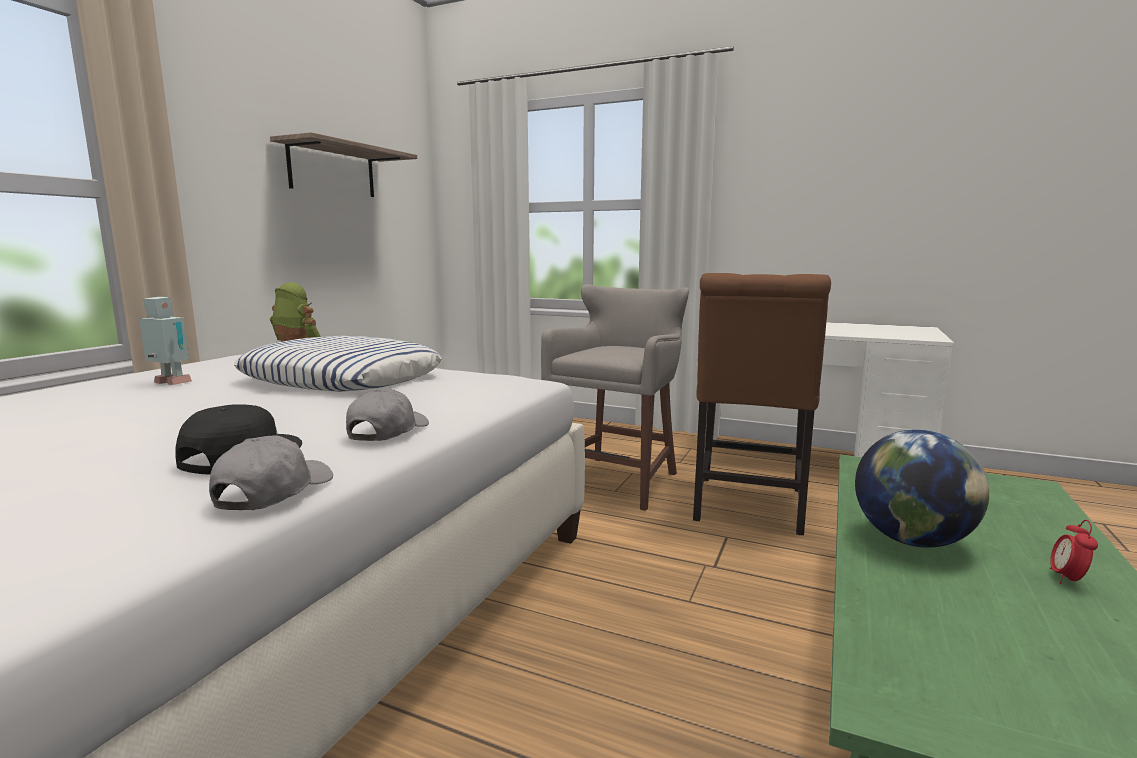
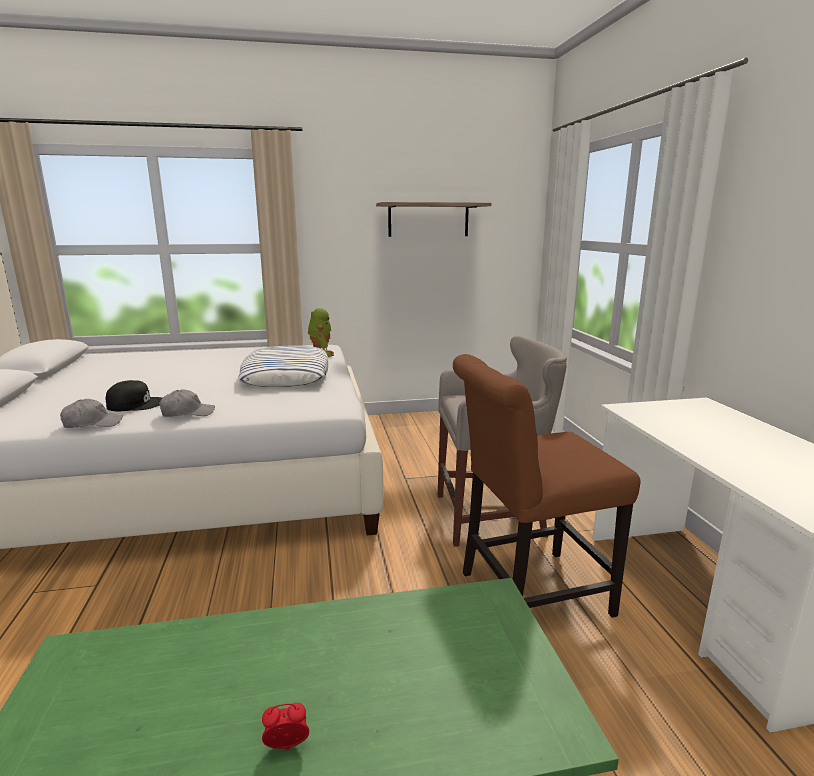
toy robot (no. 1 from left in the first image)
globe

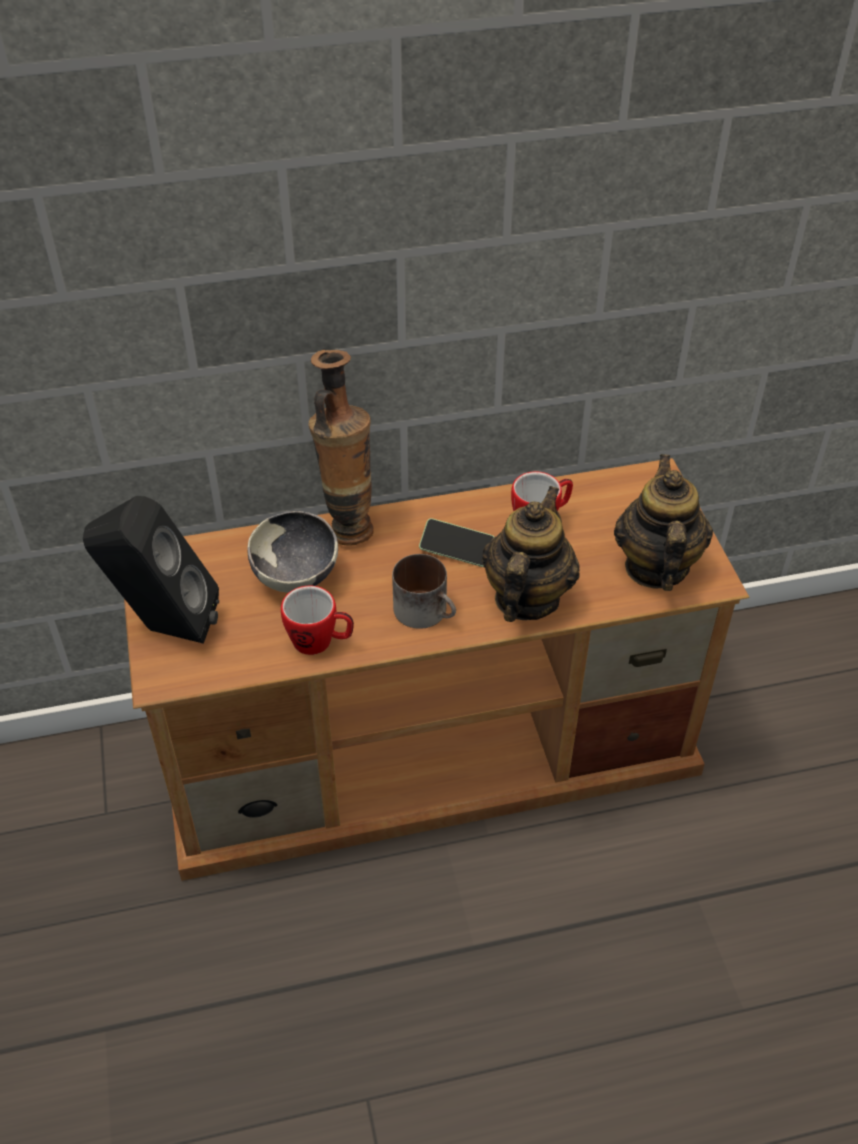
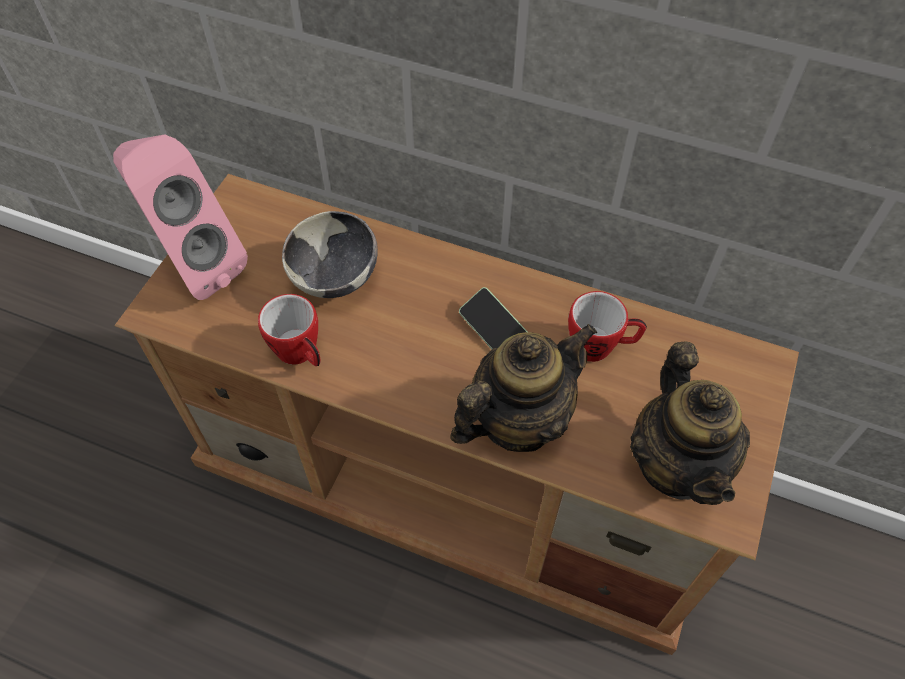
vase
pot for tea (no. 2 from left)
pink audio speaker
mug (no. 2 from left in the first image)

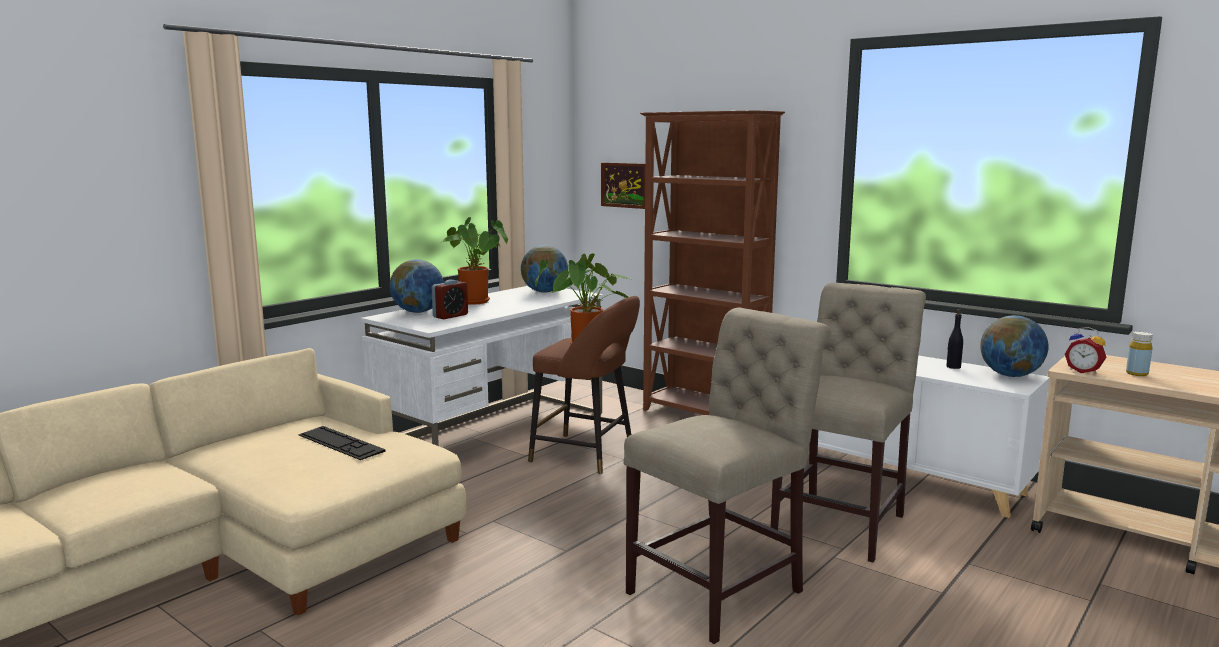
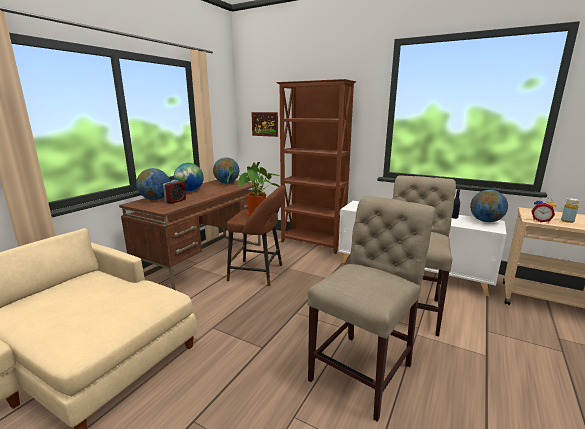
globe (no. 2 from left)
brown desk
PC keyboard

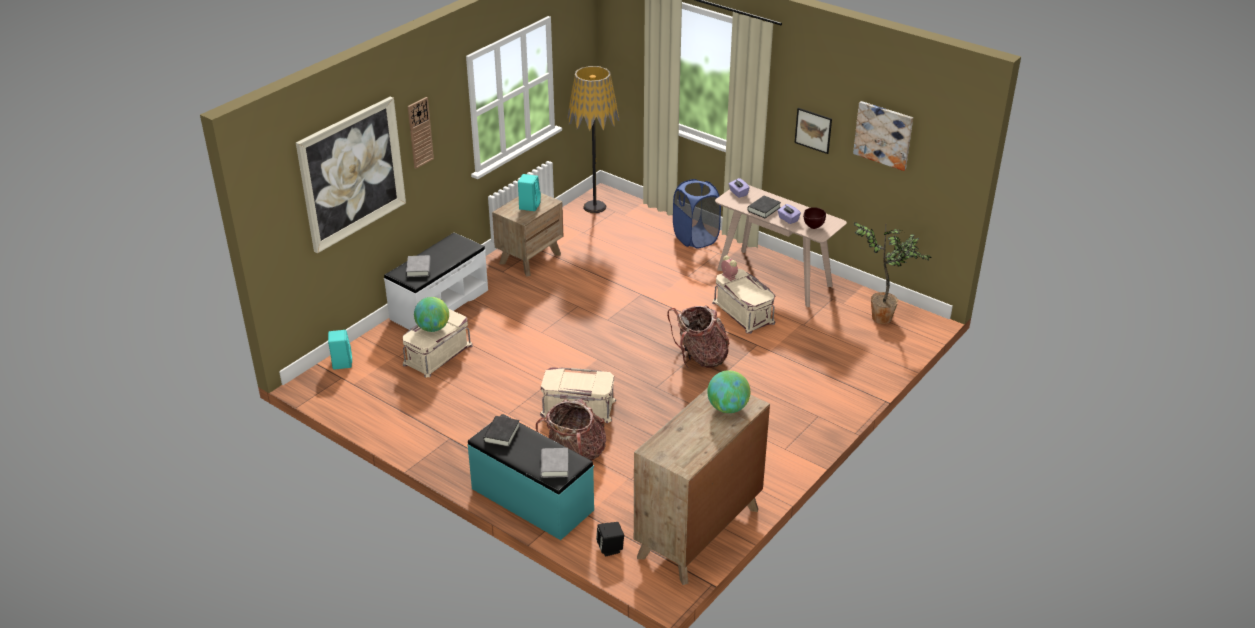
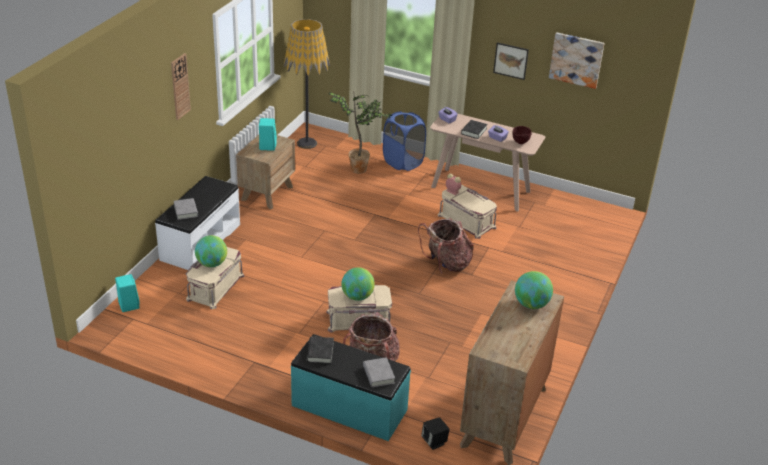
wall art (no. 1 from left in the first image)
potted plant
globe (no. 2 from left)

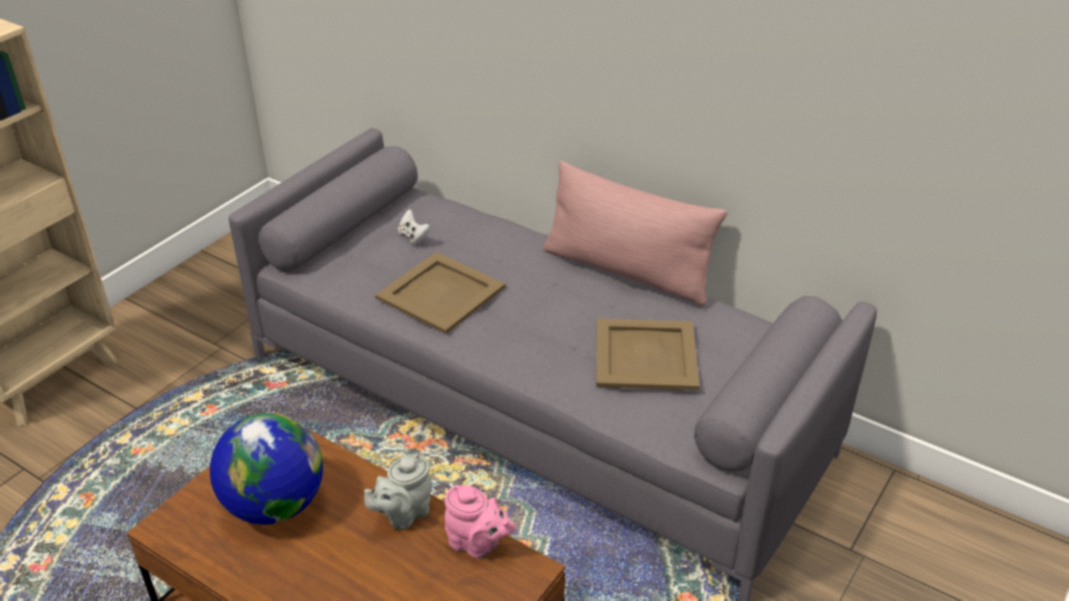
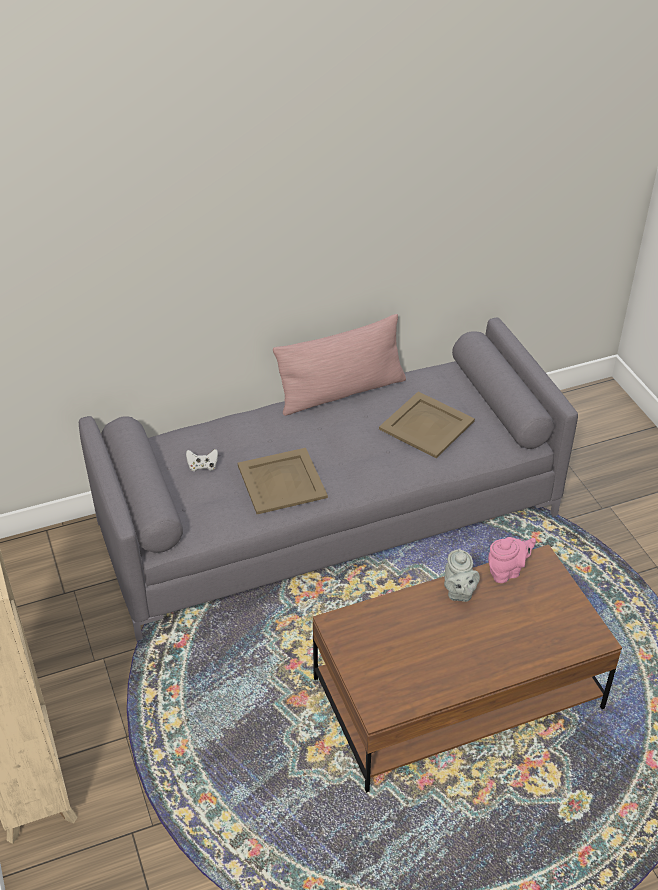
globe

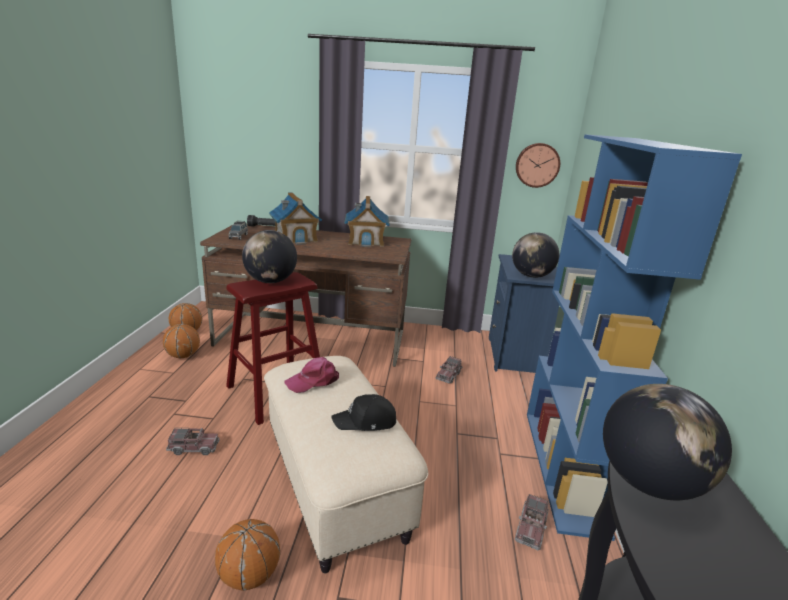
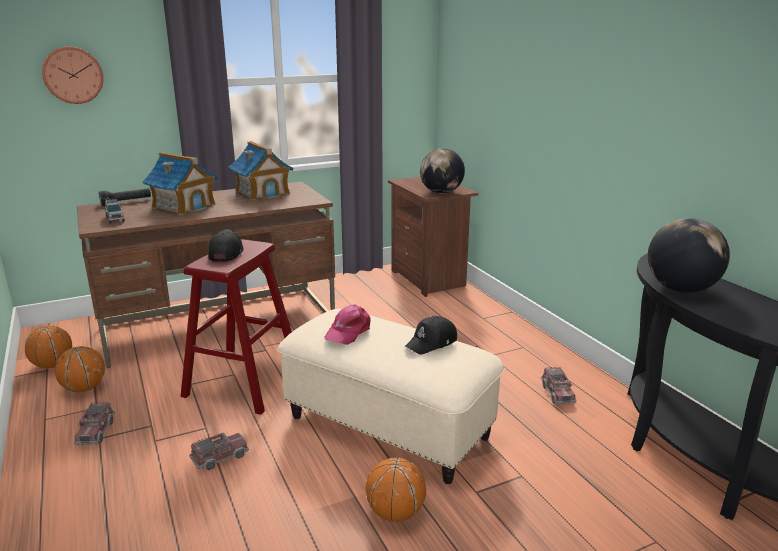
bluish bookcase
wall clock
black peaked cap (no. 1 from left)
brown nightstand
toy truck (no. 1 from left)

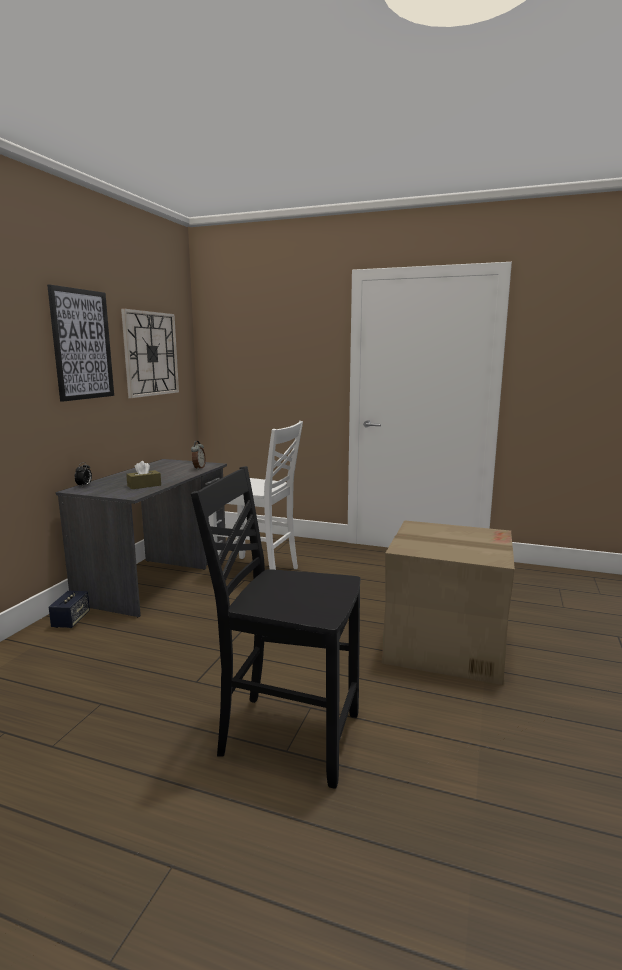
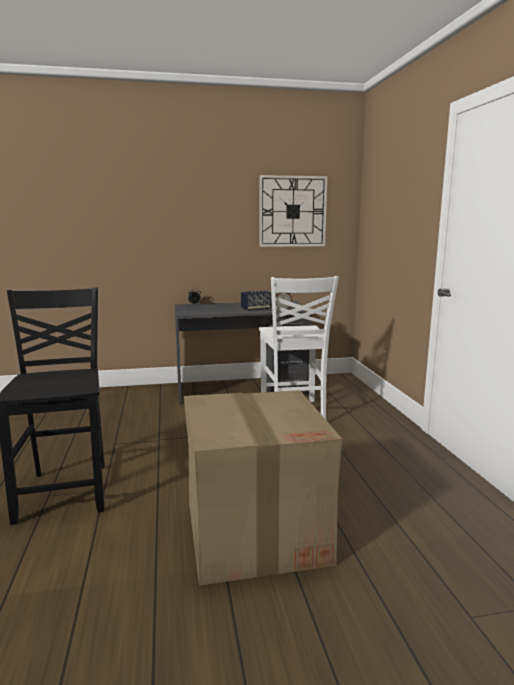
wall art
brown tissue box
audio speaker

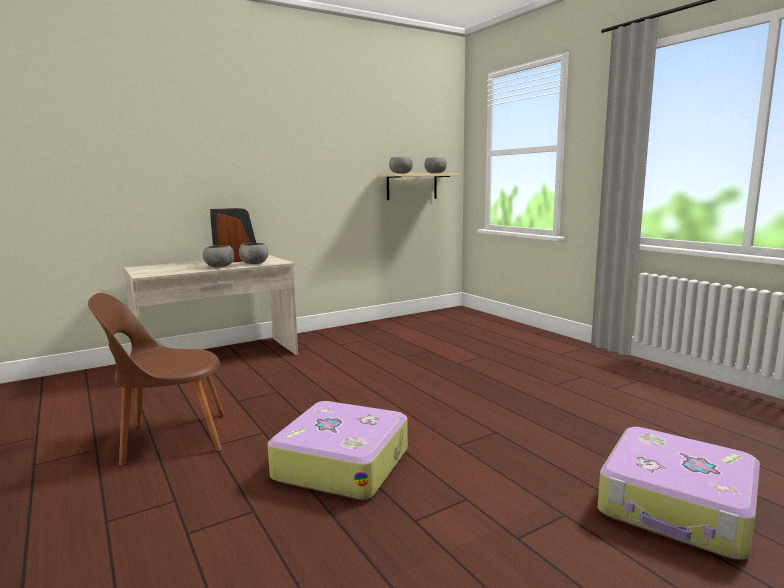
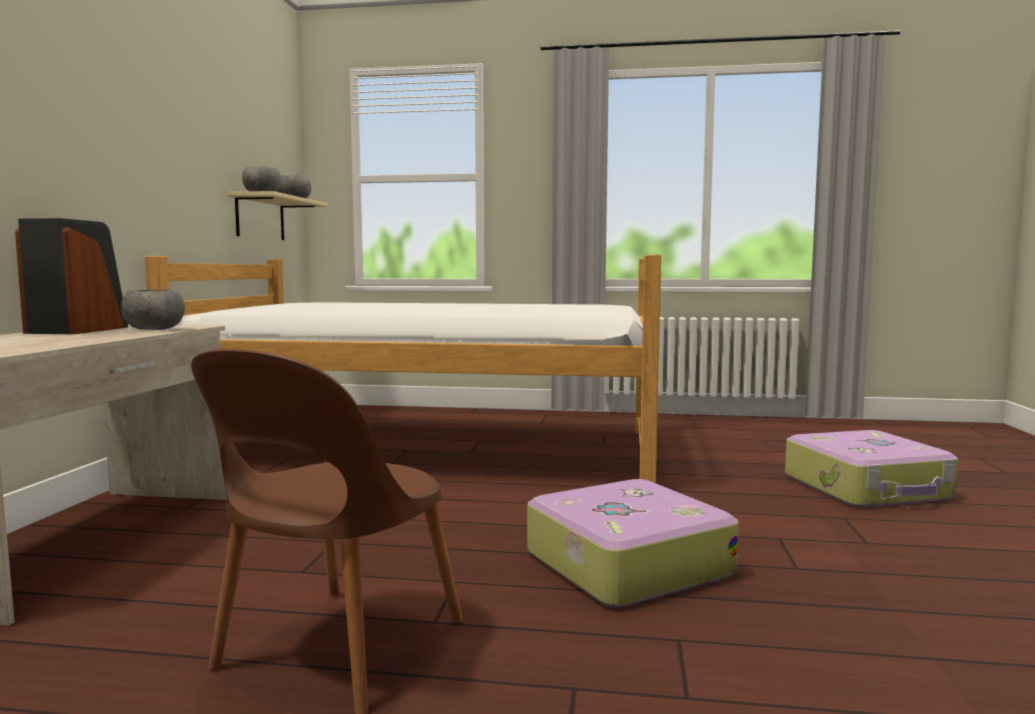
grey bowl (no. 1 from left in the first image)
bedroom bed

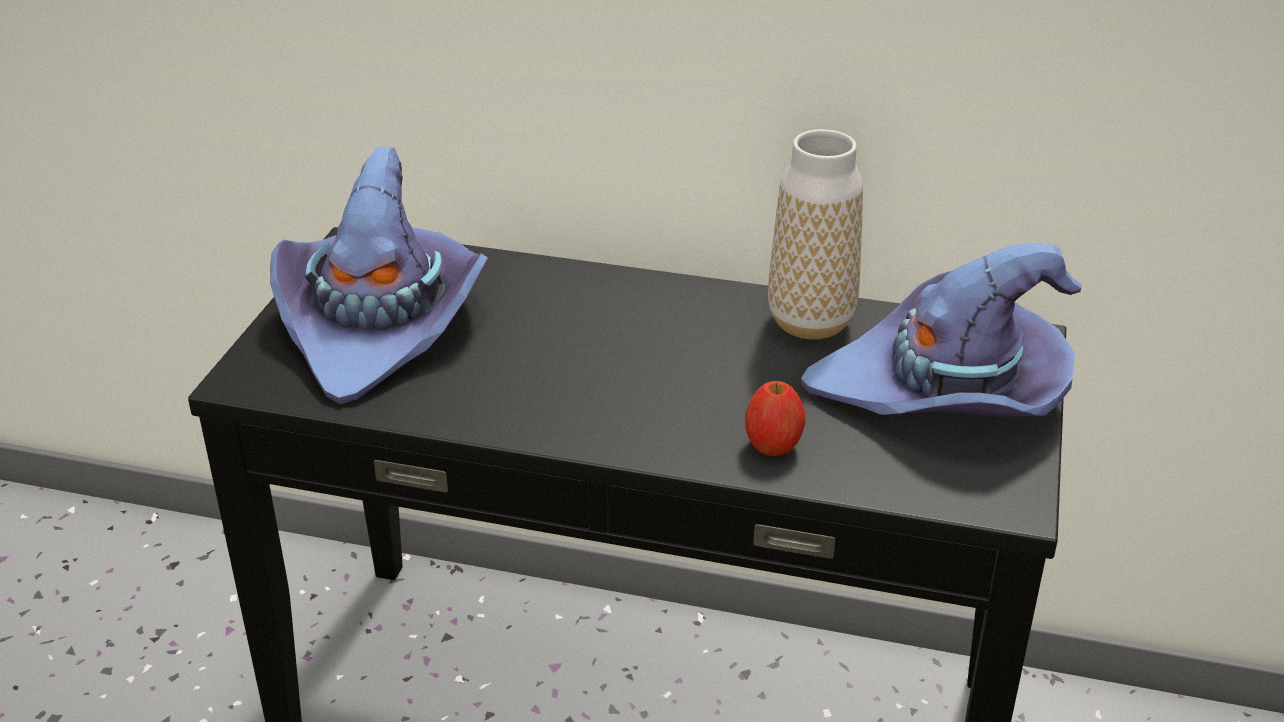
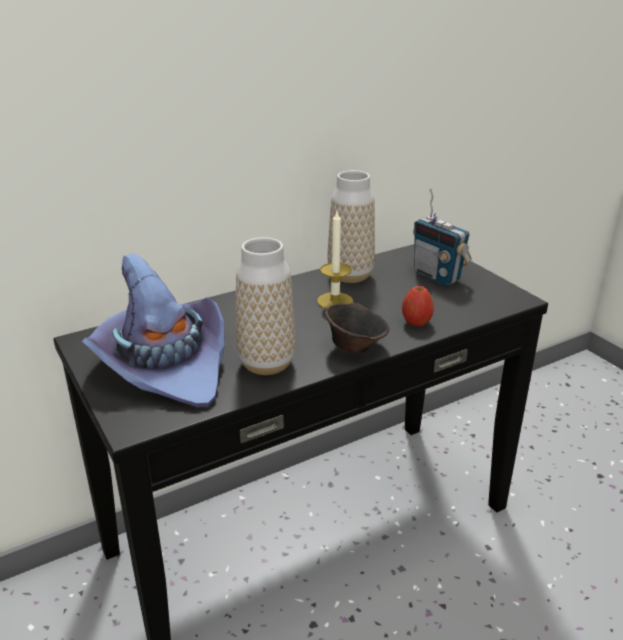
radio receiver
wax light
vase (no. 1 from left)
brown bowl

